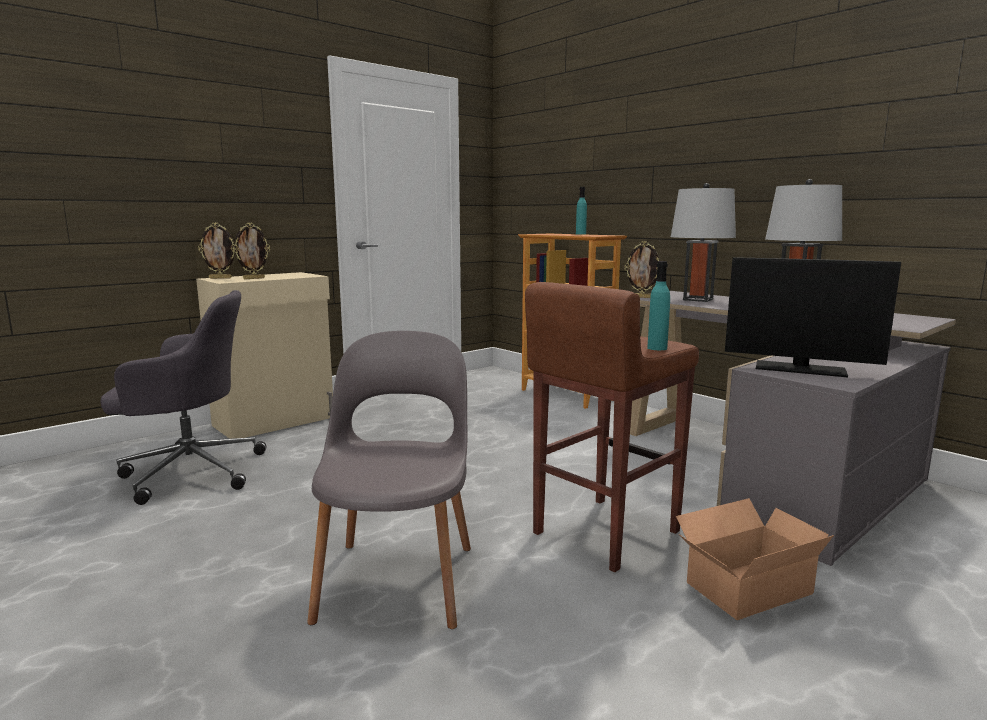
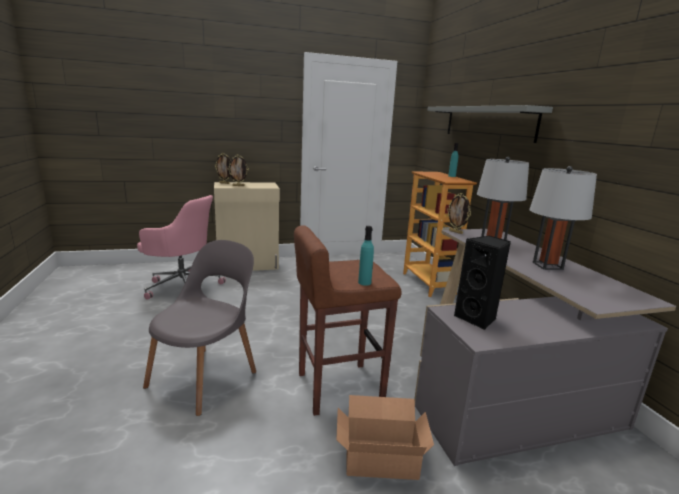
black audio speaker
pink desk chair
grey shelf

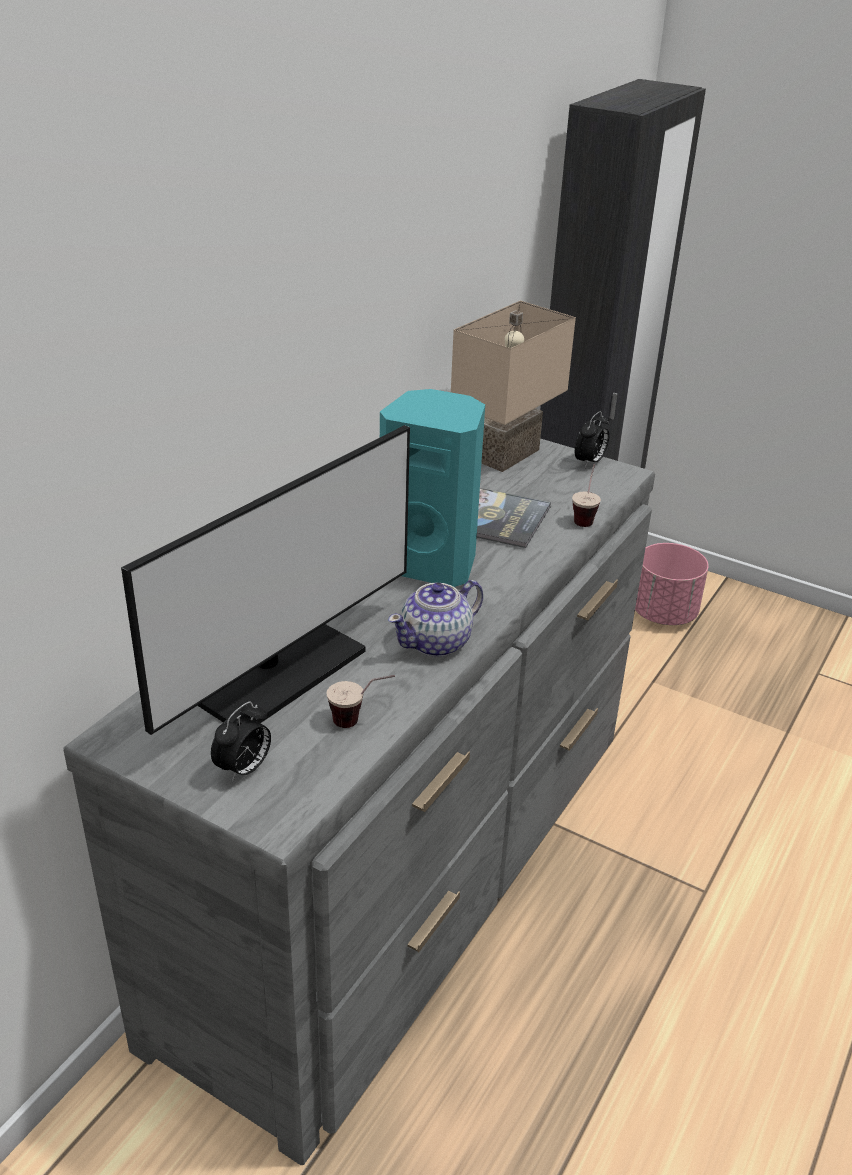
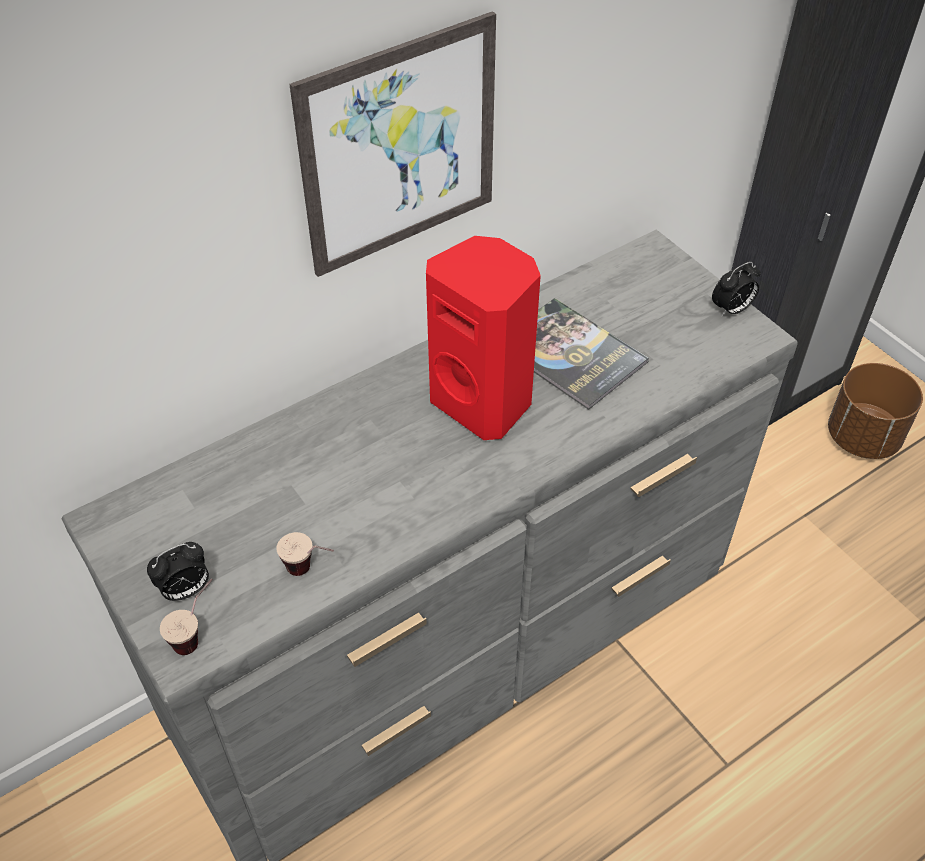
beige-coloured lamp for a table
reddish audio speaker
computer screen
small cup (no. 1 from left)
brown planter
pot for tea
wall art

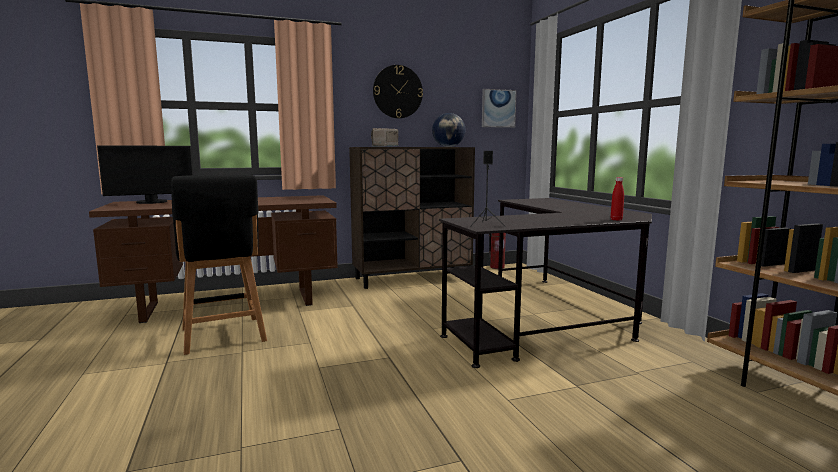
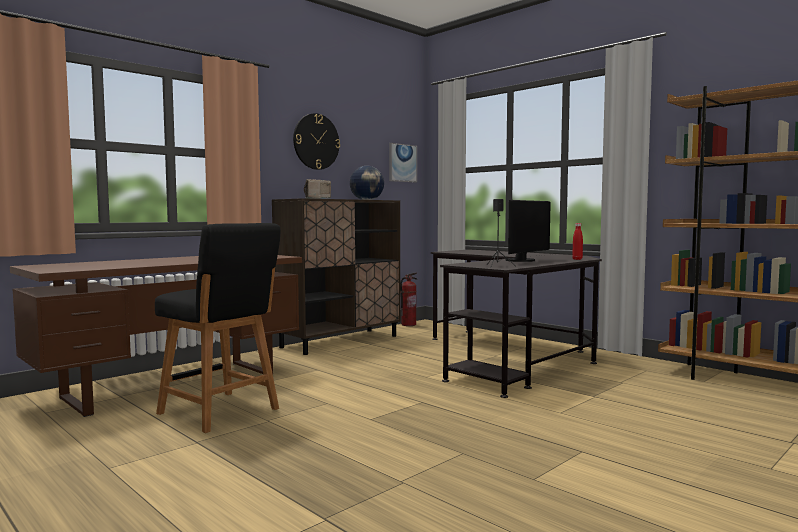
computer screen

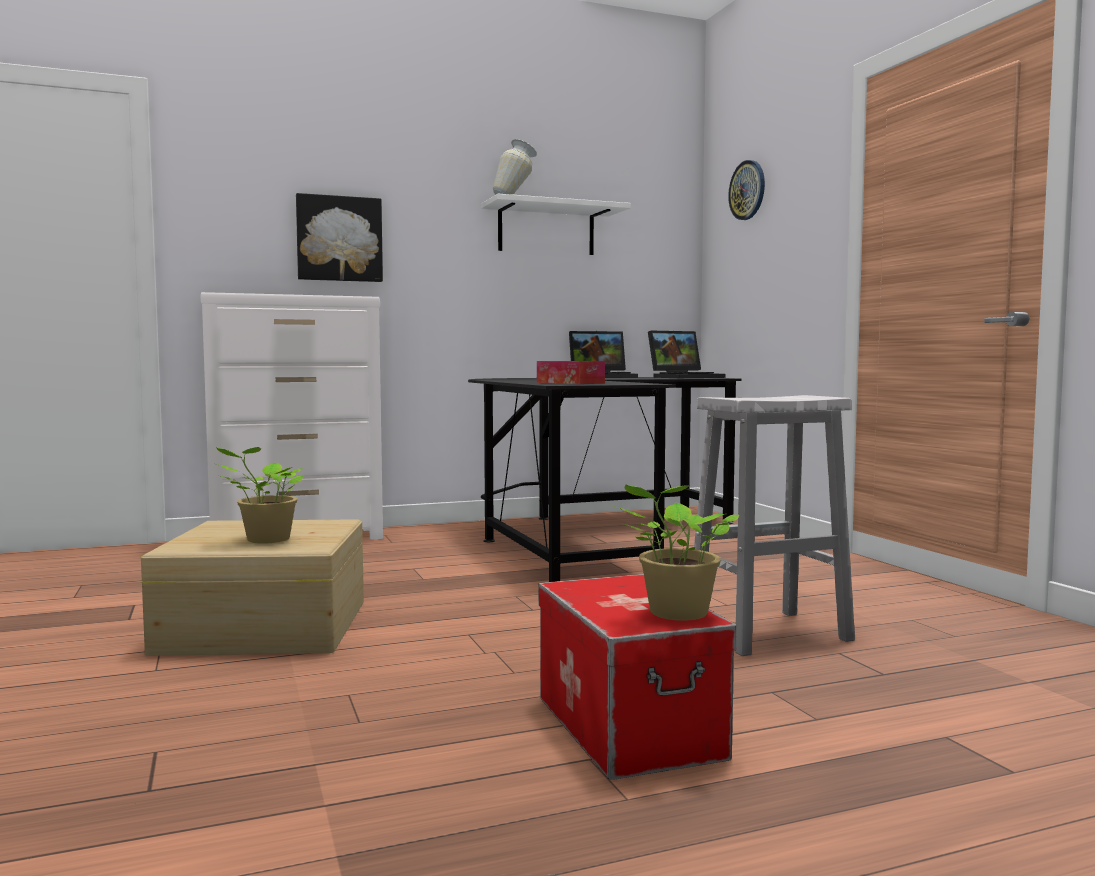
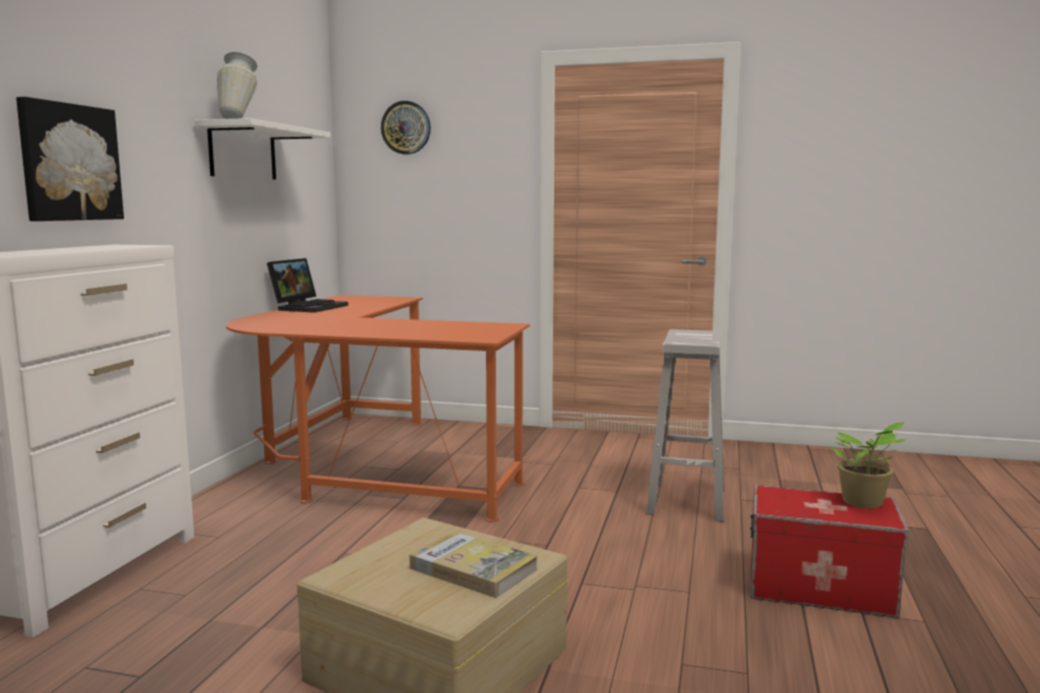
portable computer (no. 2 from left in the first image)
tissue box
orange-coloured desk
bound book

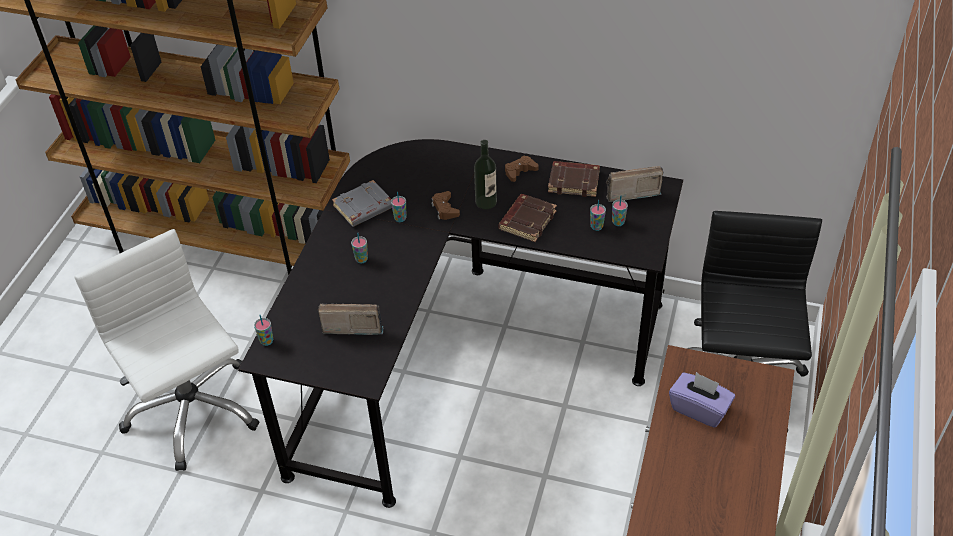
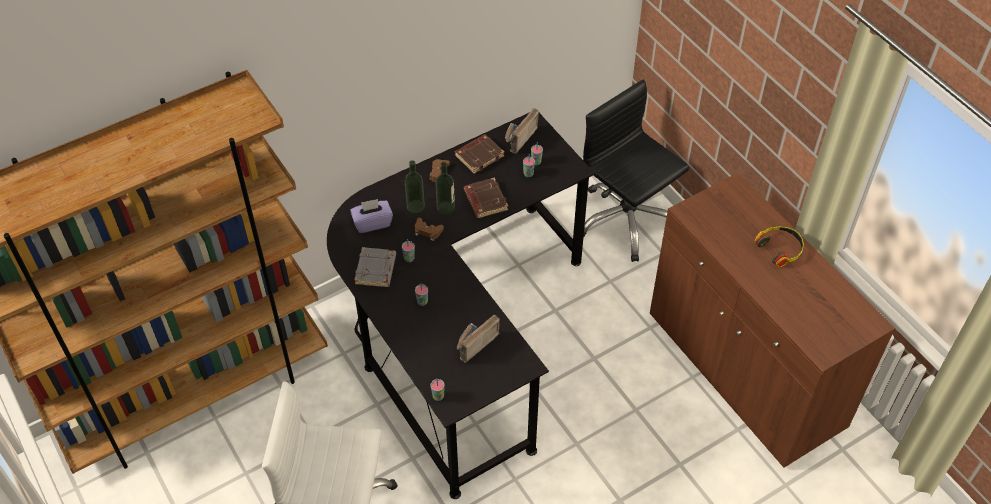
purple-coloured tissue box
drink bottle (no. 1 from left)
headphones

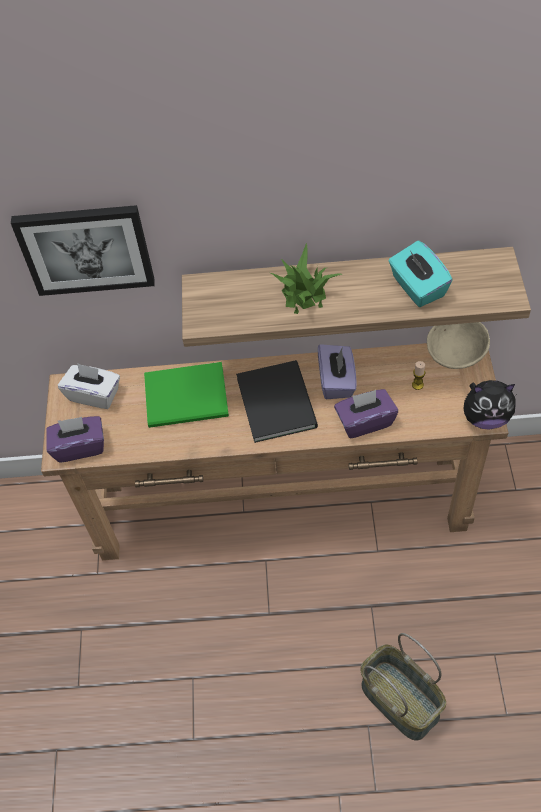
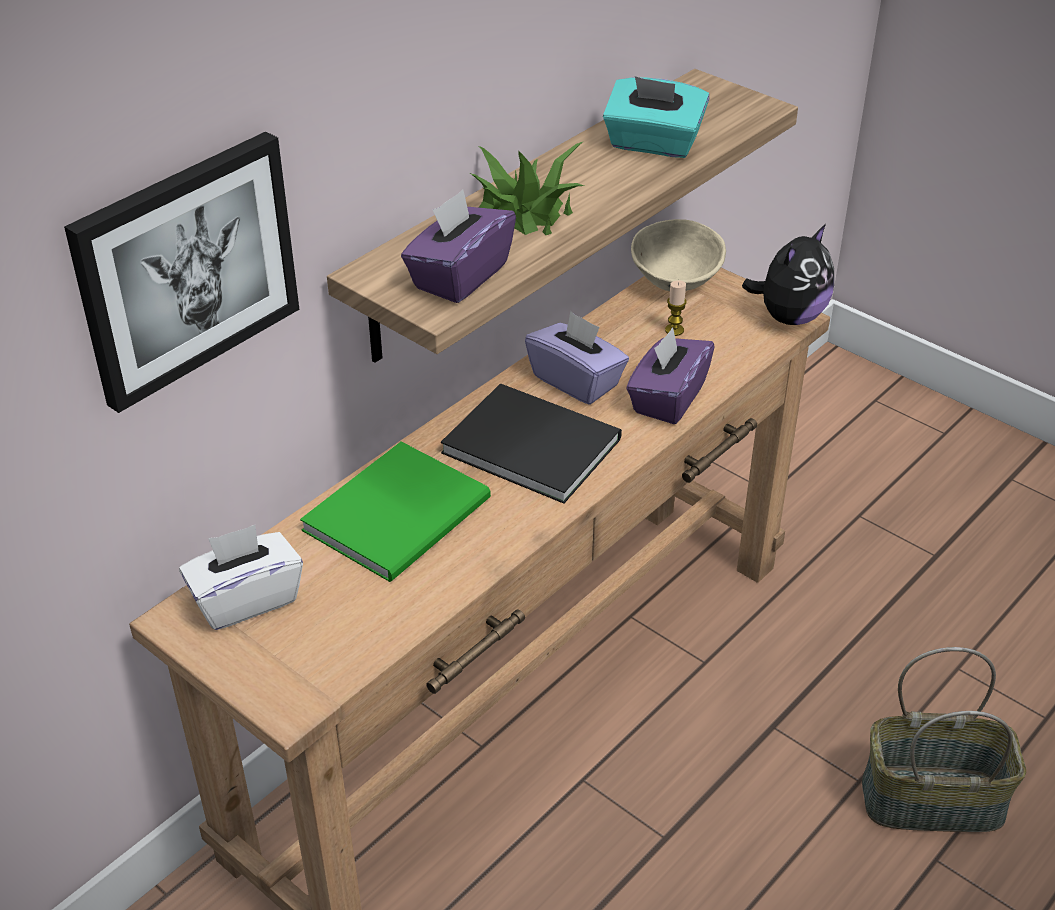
purple-coloured tissue box (no. 1 from left)

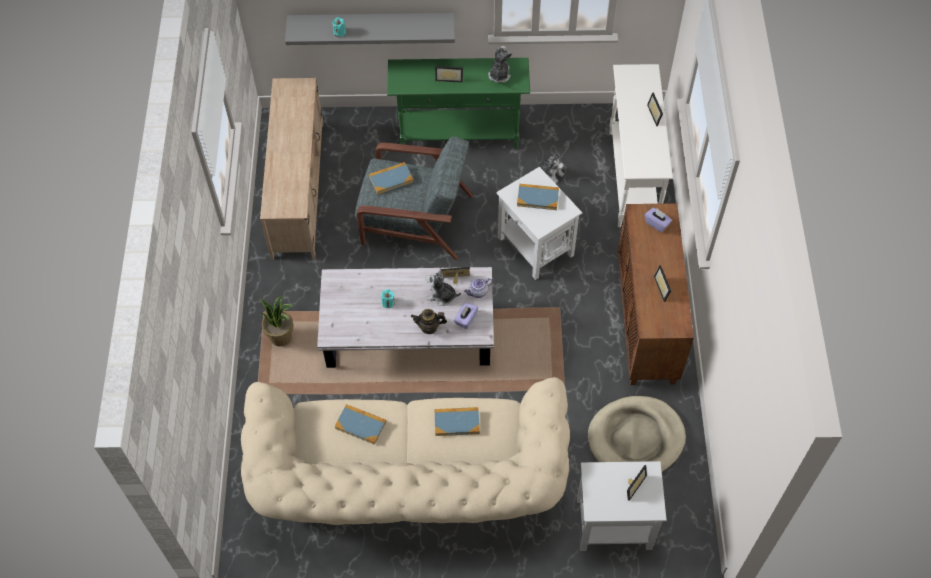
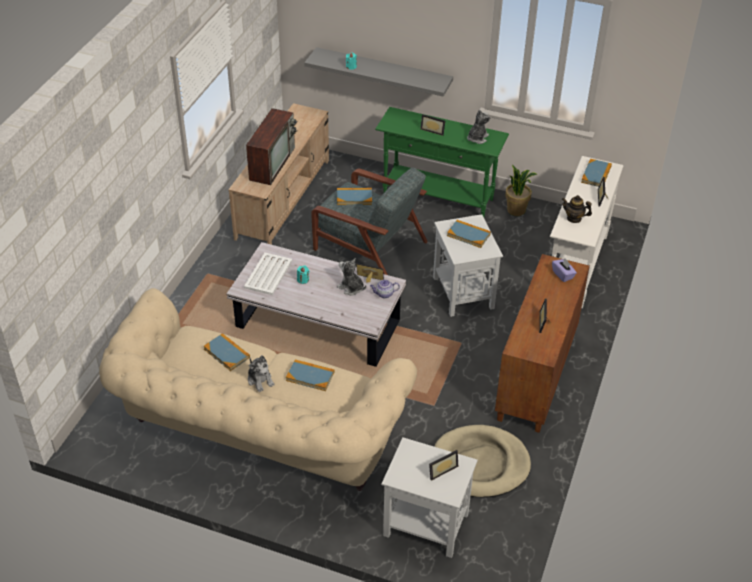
cuddly toy (no. 1 from left)
potted plant
purple-coloured tissue box (no. 1 from left in the first image)
pot for tea (no. 2 from left)
TV
bound book (no. 5 from left)
white-coloured serving tray

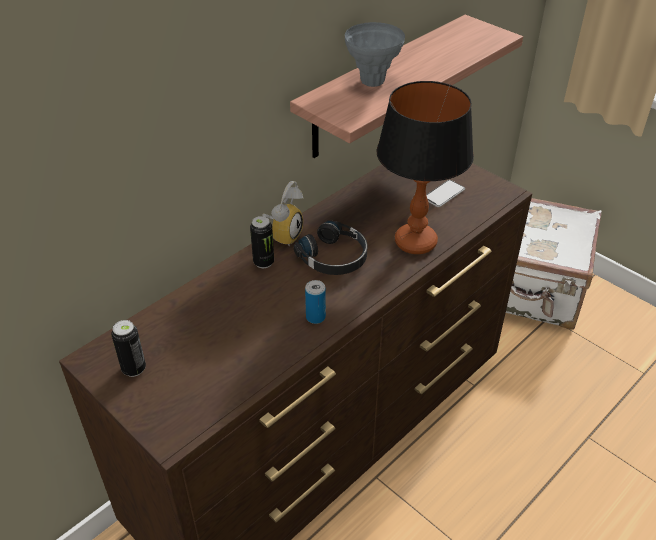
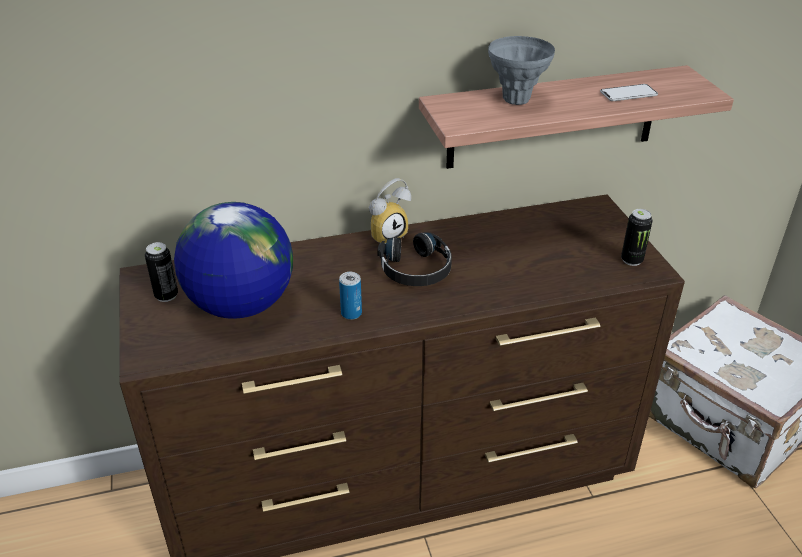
lamp for a table
handset
metal can (no. 3 from left)
globe

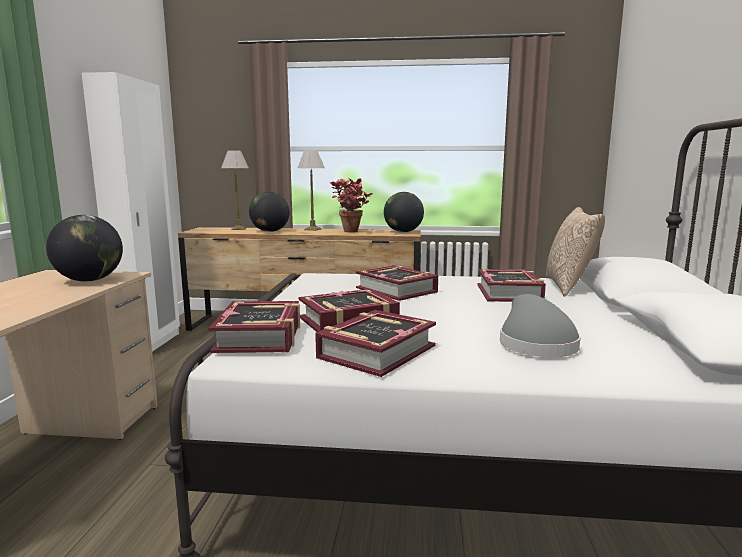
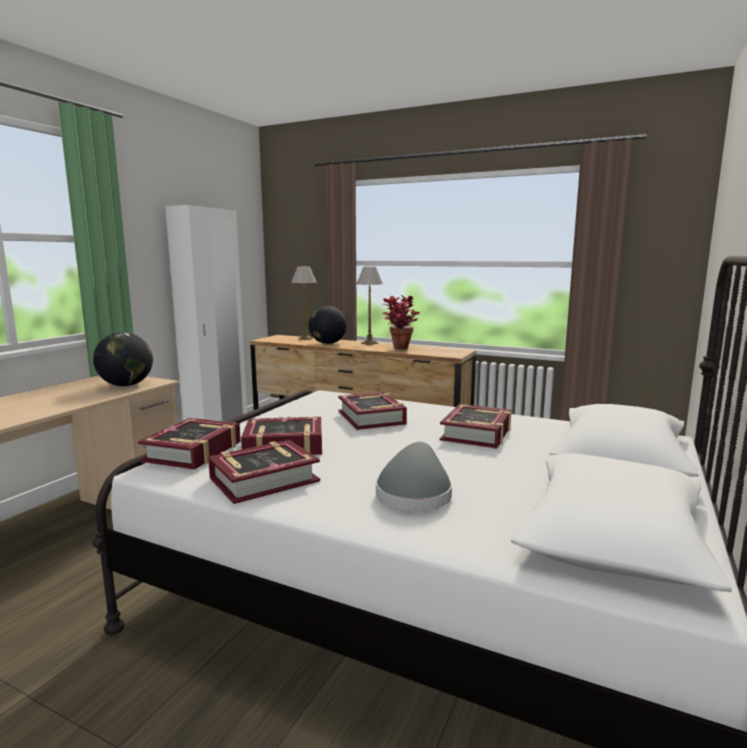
globe (no. 3 from left in the first image)
throw pillow

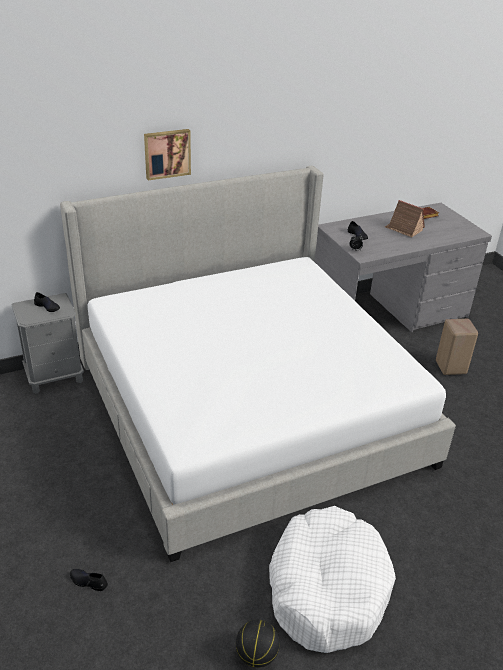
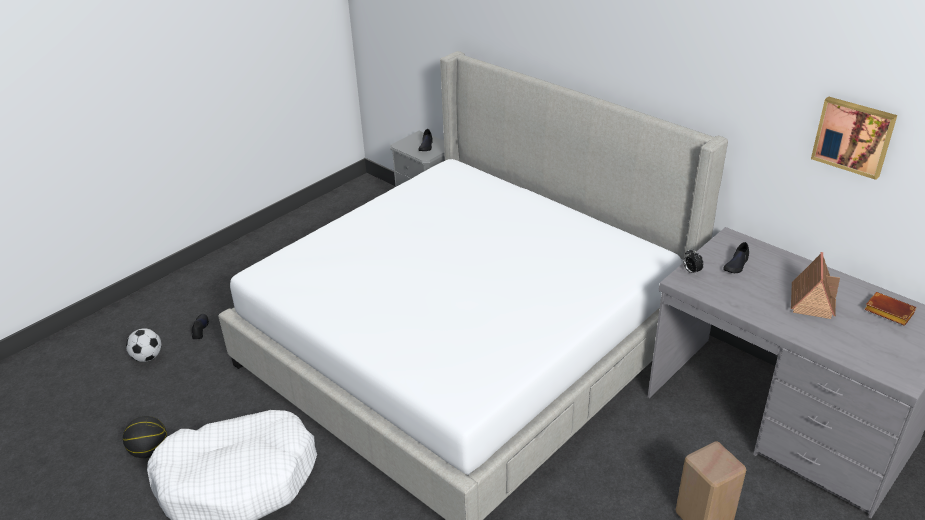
wall art
ball for football

